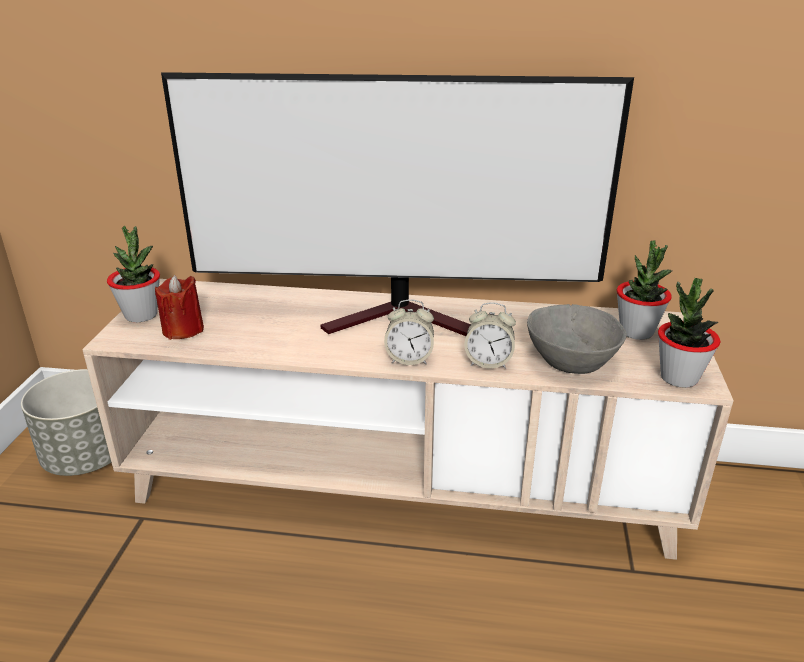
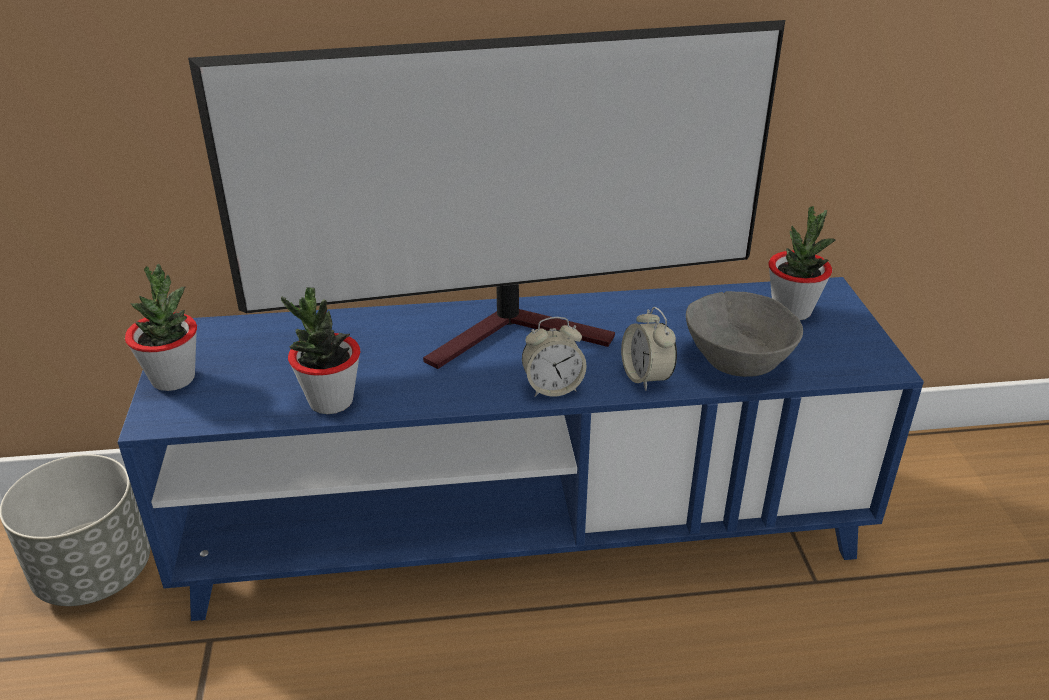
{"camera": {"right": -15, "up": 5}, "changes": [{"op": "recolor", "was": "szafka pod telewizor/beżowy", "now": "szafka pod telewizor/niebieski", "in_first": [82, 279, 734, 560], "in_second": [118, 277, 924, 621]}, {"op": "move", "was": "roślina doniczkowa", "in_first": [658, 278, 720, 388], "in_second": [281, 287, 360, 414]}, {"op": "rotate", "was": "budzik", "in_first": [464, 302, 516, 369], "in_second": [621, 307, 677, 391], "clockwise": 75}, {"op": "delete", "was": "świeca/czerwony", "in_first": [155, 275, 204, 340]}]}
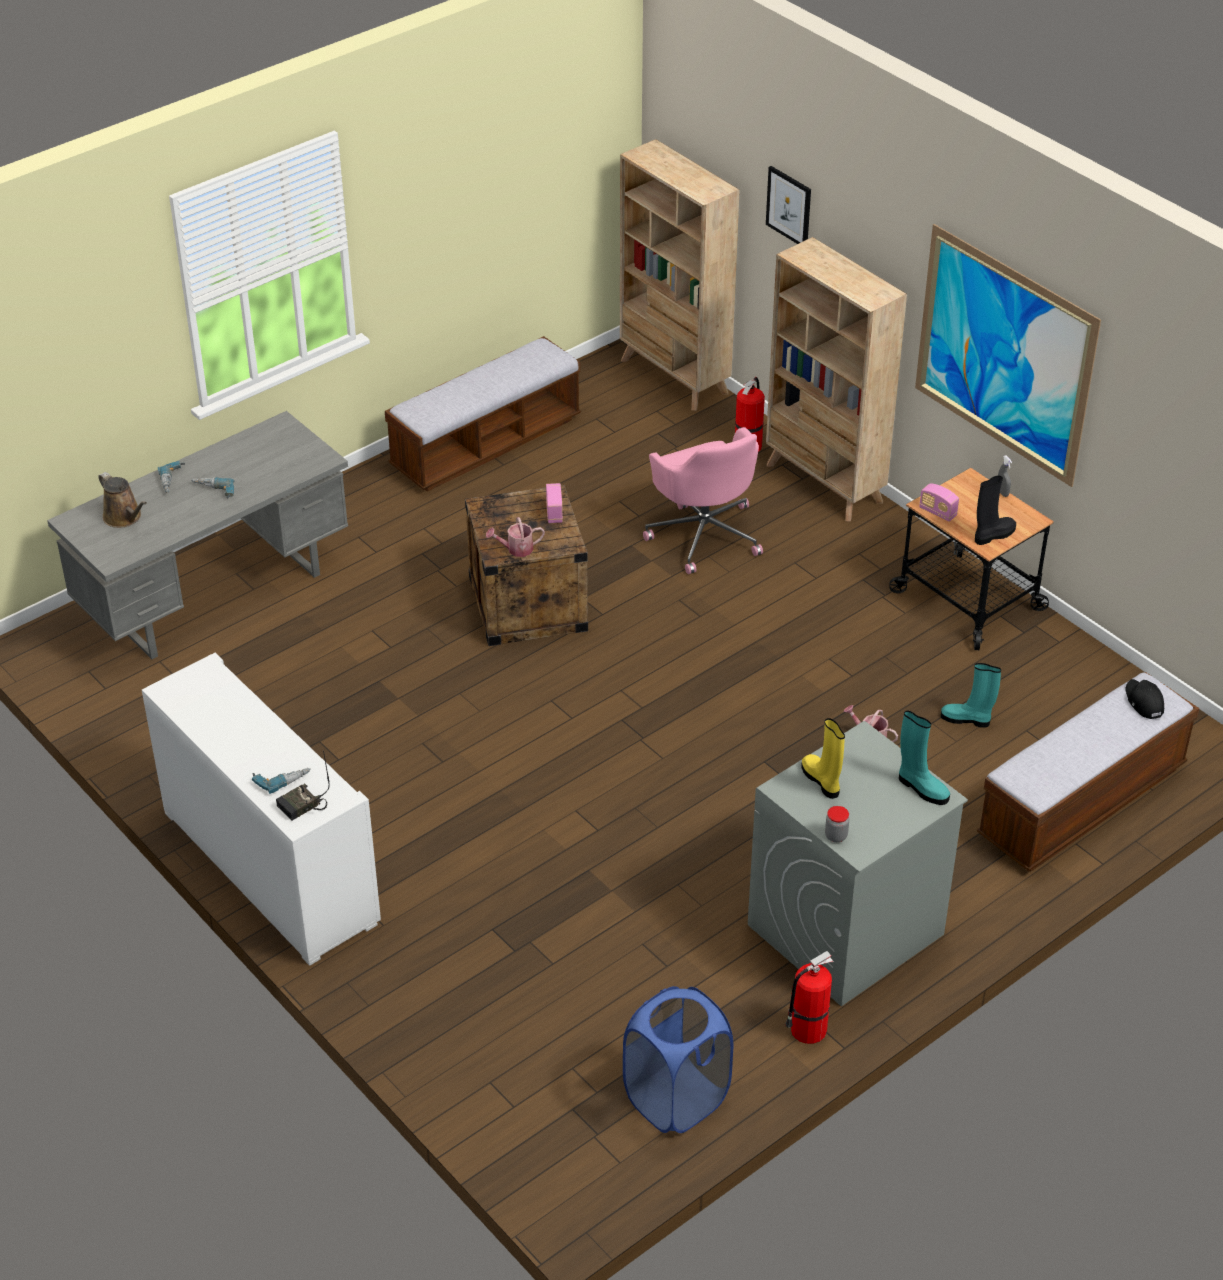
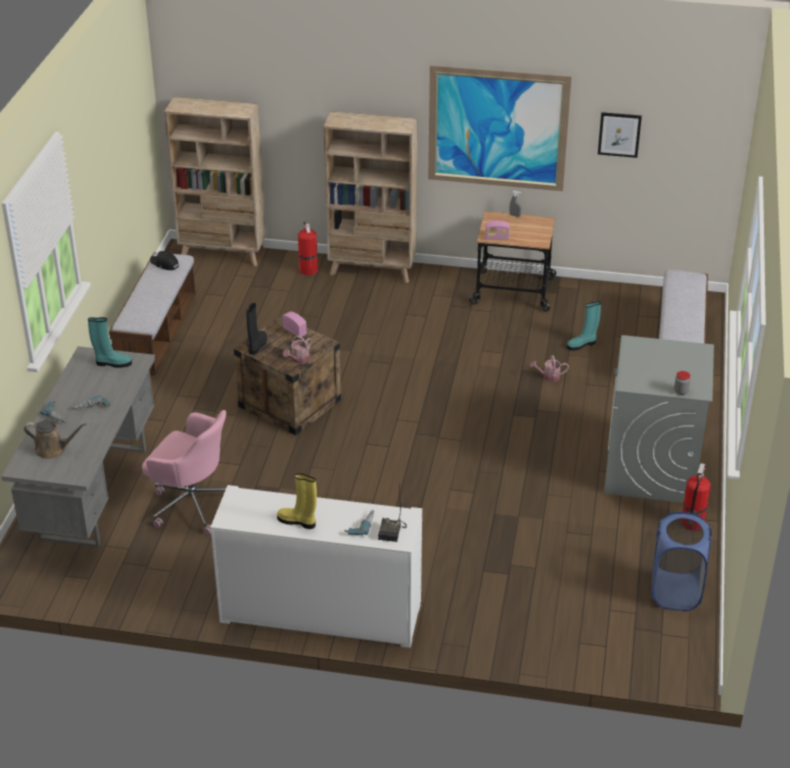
{"camera": {"right": -40, "up": -5}, "changes": [{"op": "move", "was": "but z cholewką/turkusowy", "in_first": [899, 710, 950, 805], "in_second": [88, 317, 132, 368]}, {"op": "move", "was": "krzesło biurowe/różowy", "in_first": [643, 427, 763, 574], "in_second": [142, 410, 226, 535]}, {"op": "move", "was": "czapka z daszkiem/czarny", "in_first": [1125, 679, 1164, 719], "in_second": [150, 251, 179, 270]}, {"op": "move", "was": "but z cholewką/czarny", "in_first": [975, 476, 1016, 545], "in_second": [246, 303, 267, 355]}, {"op": "move", "was": "but z cholewką/żółty", "in_first": [801, 718, 845, 799], "in_second": [277, 473, 317, 529]}, {"op": "move", "was": "obraz", "in_first": [766, 166, 811, 244], "in_second": [598, 112, 642, 158]}]}
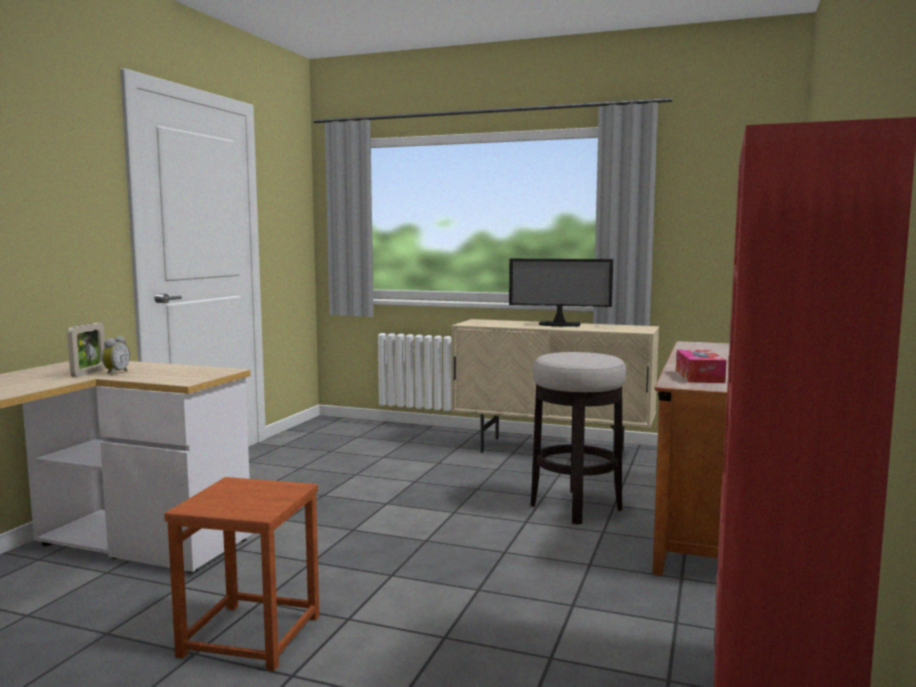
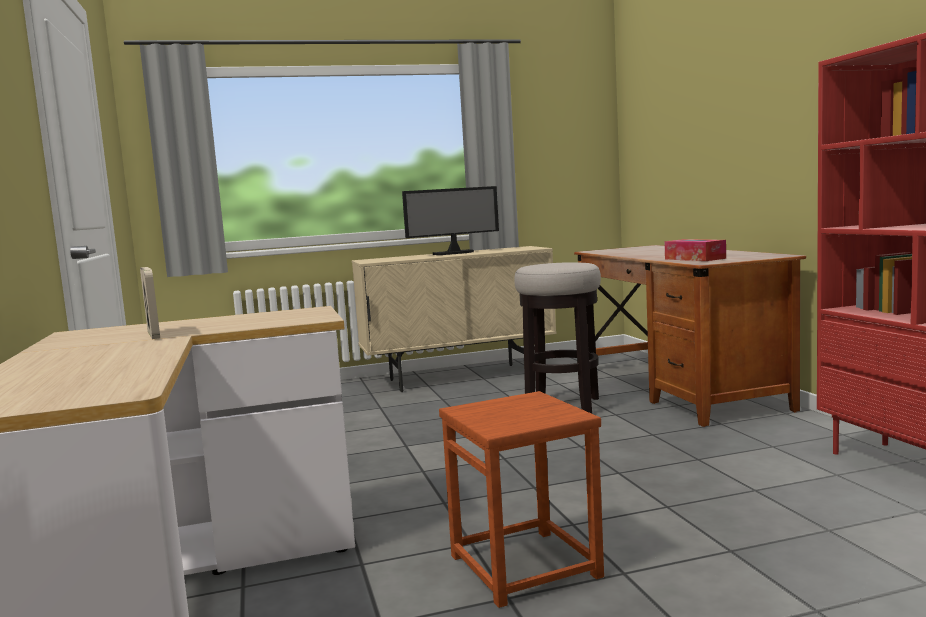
{"camera": {"right": -35, "up": 0}, "changes": [{"op": "delete", "was": "budzik", "in_first": [102, 336, 130, 376]}]}
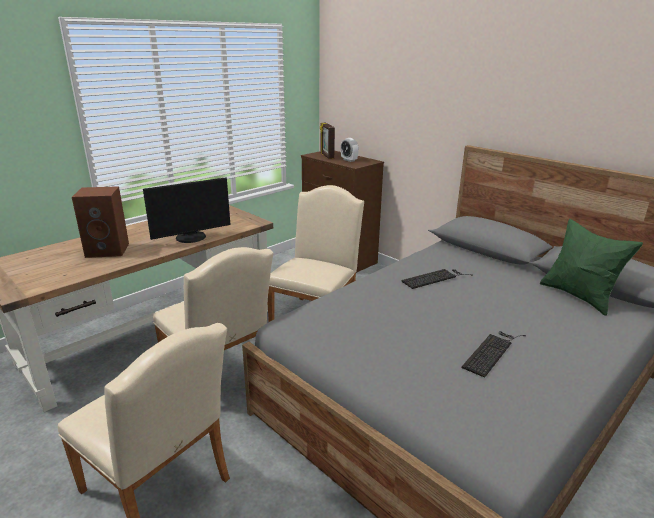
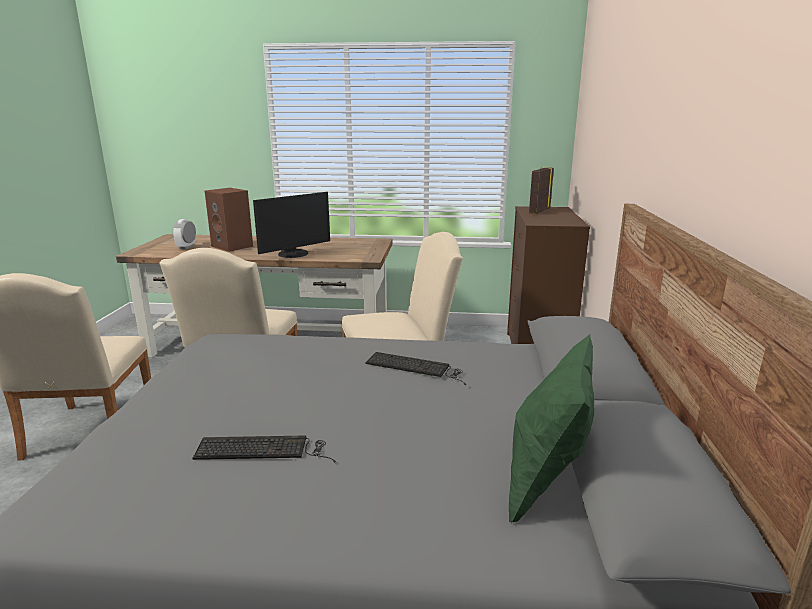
{"camera": {"right": 50, "up": -5}, "changes": [{"op": "move", "was": "budzik", "in_first": [341, 138, 359, 162], "in_second": [173, 219, 196, 249]}, {"op": "rotate", "was": "monitor", "in_first": [143, 177, 230, 243], "in_second": [253, 192, 330, 258], "clockwise": -60}]}
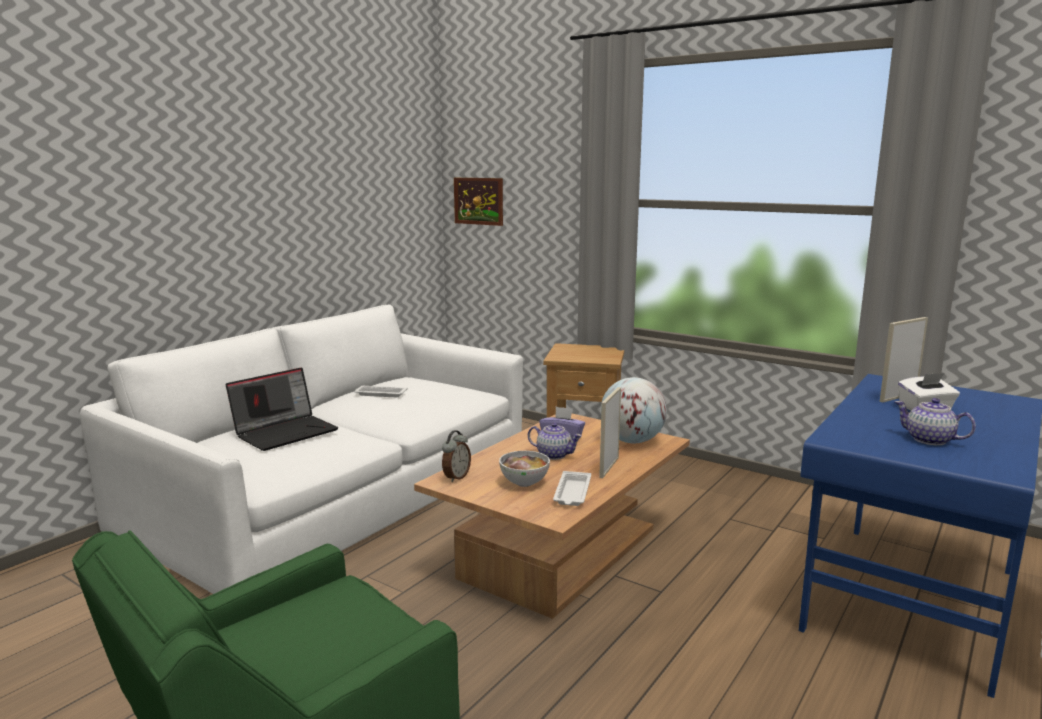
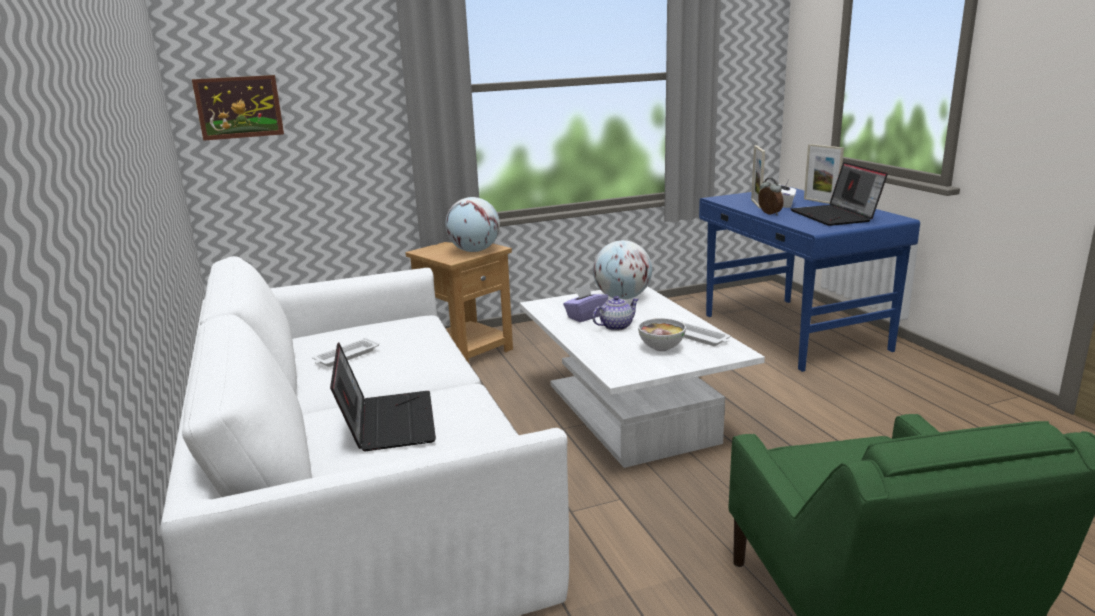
{"camera": {"right": -55, "up": 5}, "changes": [{"op": "insert", "now": "globus", "in_second": [445, 197, 500, 252]}, {"op": "recolor", "was": "ława/brązowy", "now": "ława/biały", "in_first": [414, 414, 690, 619], "in_second": [520, 286, 765, 468]}, {"op": "move", "was": "budzik", "in_first": [442, 430, 471, 482], "in_second": [758, 178, 784, 215]}, {"op": "replace", "was": "imbryk", "now": "laptop", "in_first": [895, 398, 976, 445], "in_second": [791, 162, 888, 226]}, {"op": "move", "was": "ramka na zdjęcie", "in_first": [599, 387, 621, 478], "in_second": [804, 144, 844, 204]}]}
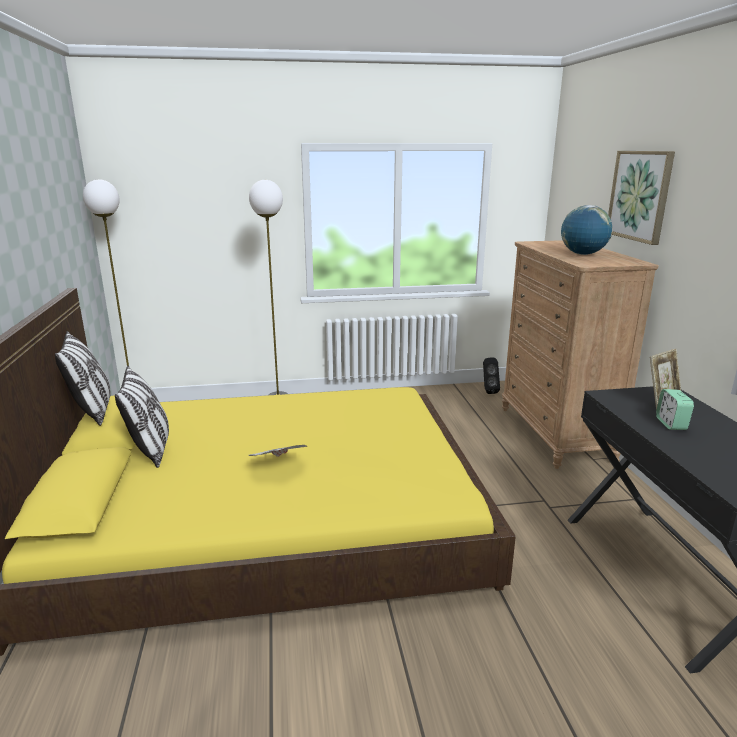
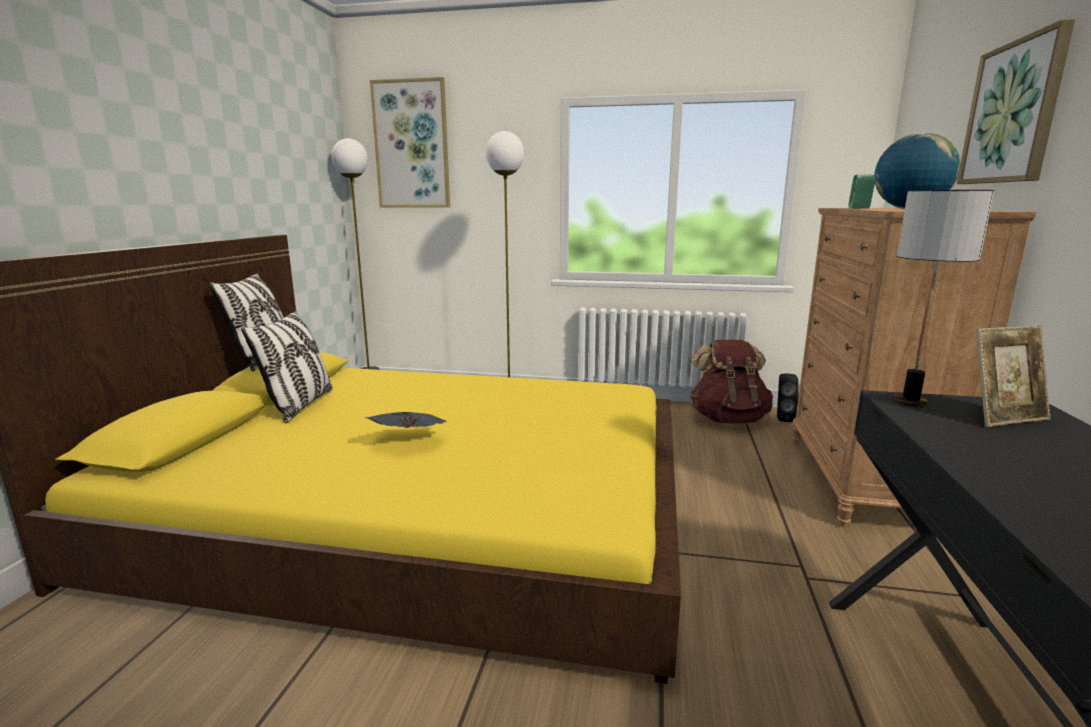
{"camera": {"right": 20, "up": -5}, "changes": [{"op": "insert", "now": "obraz", "in_second": [370, 77, 450, 208]}, {"op": "insert", "now": "plecak/brązowy", "in_second": [690, 340, 773, 424]}, {"op": "move", "was": "budzik", "in_first": [656, 389, 694, 430], "in_second": [848, 174, 875, 209]}, {"op": "insert", "now": "lampa stołowa", "in_second": [893, 190, 994, 407]}]}
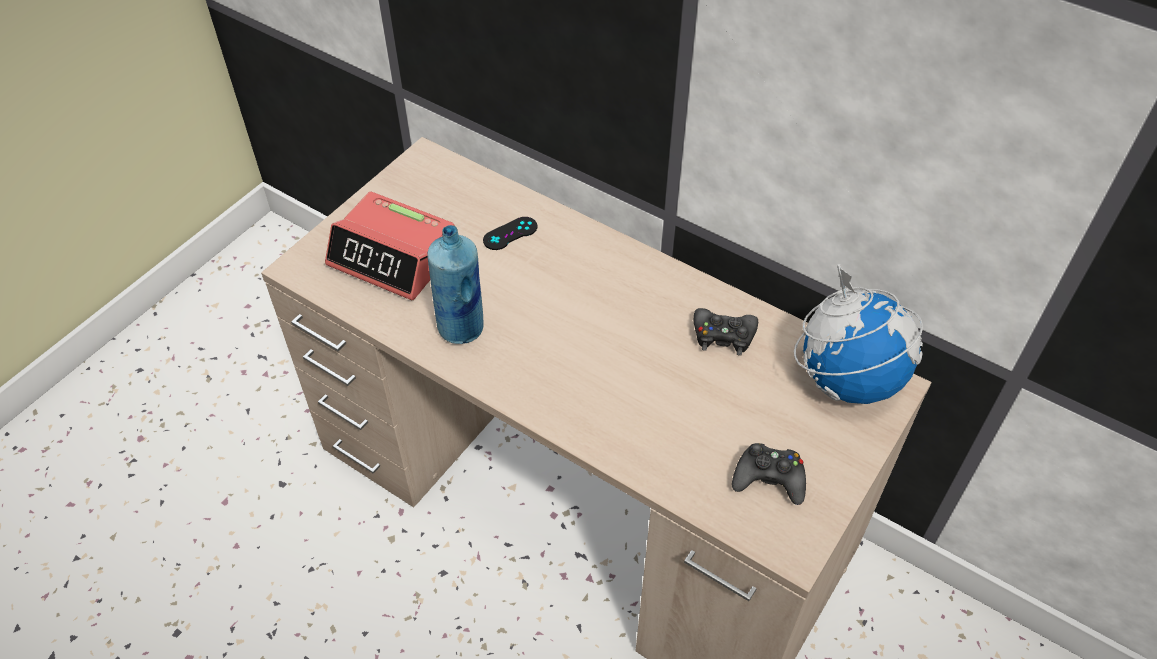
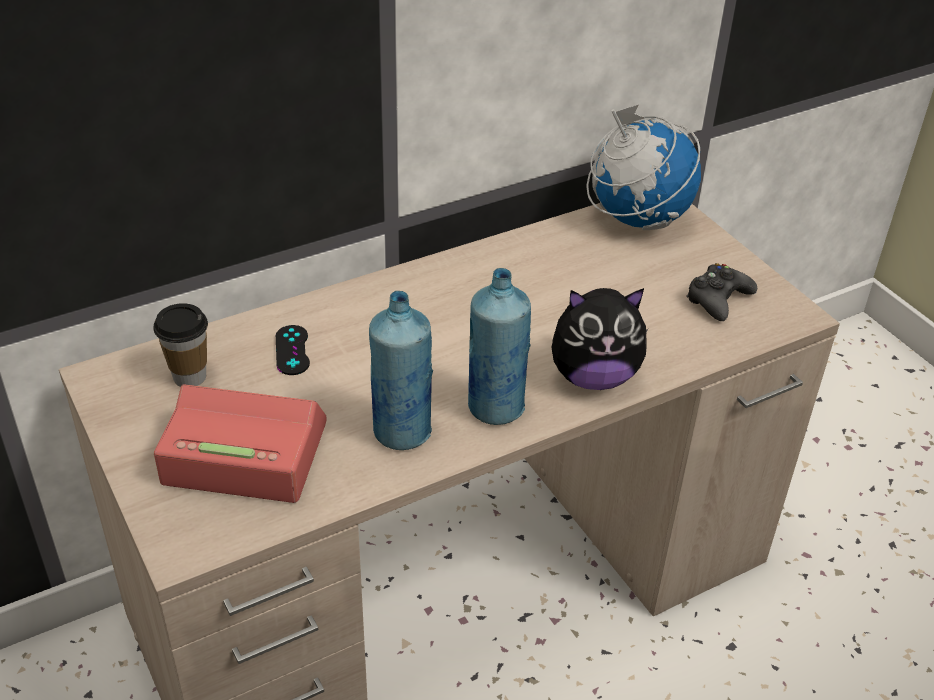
{"camera": {"right": -65, "up": -10}, "changes": [{"op": "insert", "now": "filiżanka", "in_second": [154, 303, 208, 387]}, {"op": "rotate", "was": "budzik", "in_first": [325, 192, 455, 300], "in_second": [154, 384, 327, 503], "clockwise": -135}, {"op": "insert", "now": "butelka/niebieski", "in_second": [468, 268, 531, 425]}, {"op": "insert", "now": "pluszak", "in_second": [551, 288, 648, 390]}, {"op": "delete", "was": "pad do gier/czarny", "in_first": [694, 308, 758, 356]}]}
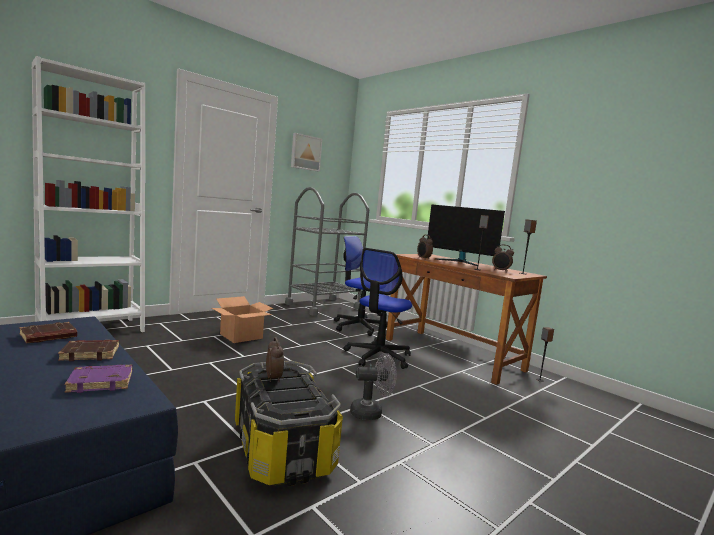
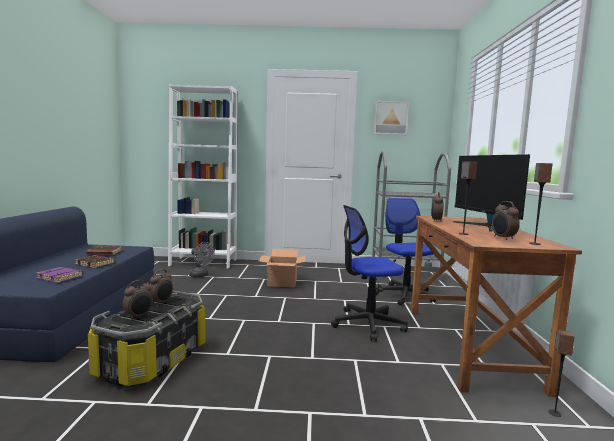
{"camera": {"right": 45, "up": 0}, "changes": [{"op": "insert", "now": "budzik", "in_second": [122, 280, 153, 320]}, {"op": "move", "was": "wentylator/szary", "in_first": [350, 353, 397, 420], "in_second": [189, 242, 215, 278]}]}
